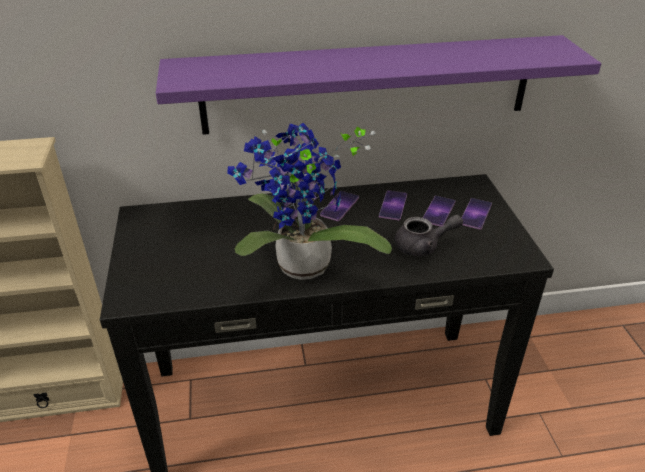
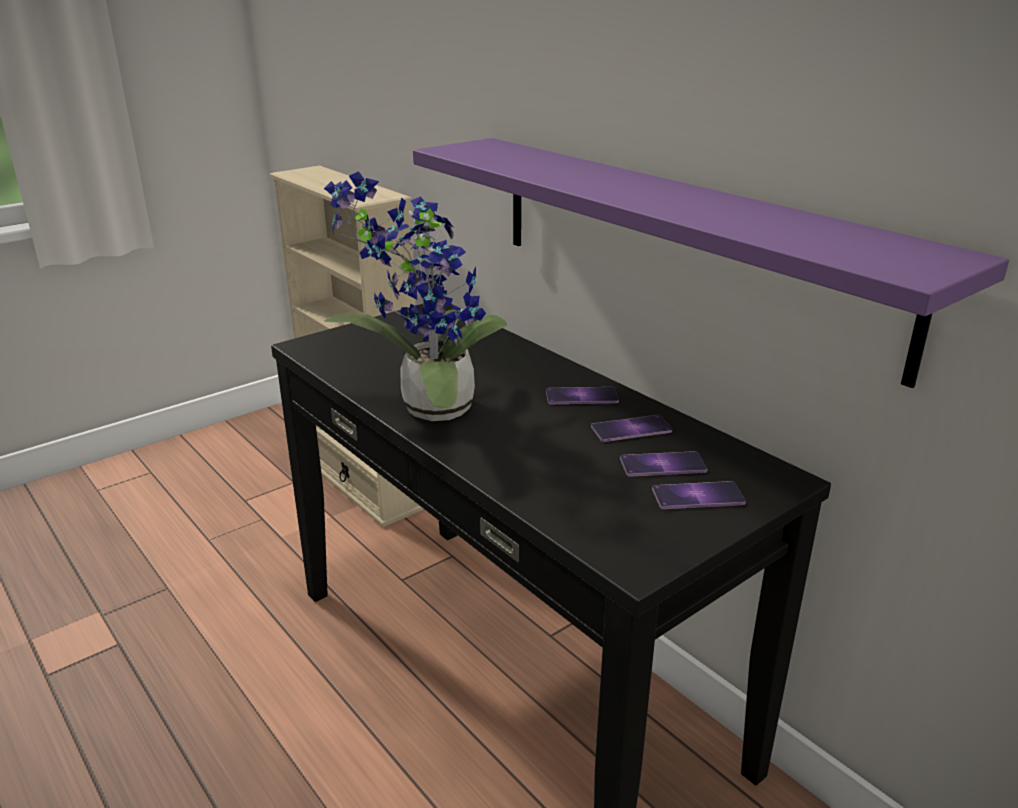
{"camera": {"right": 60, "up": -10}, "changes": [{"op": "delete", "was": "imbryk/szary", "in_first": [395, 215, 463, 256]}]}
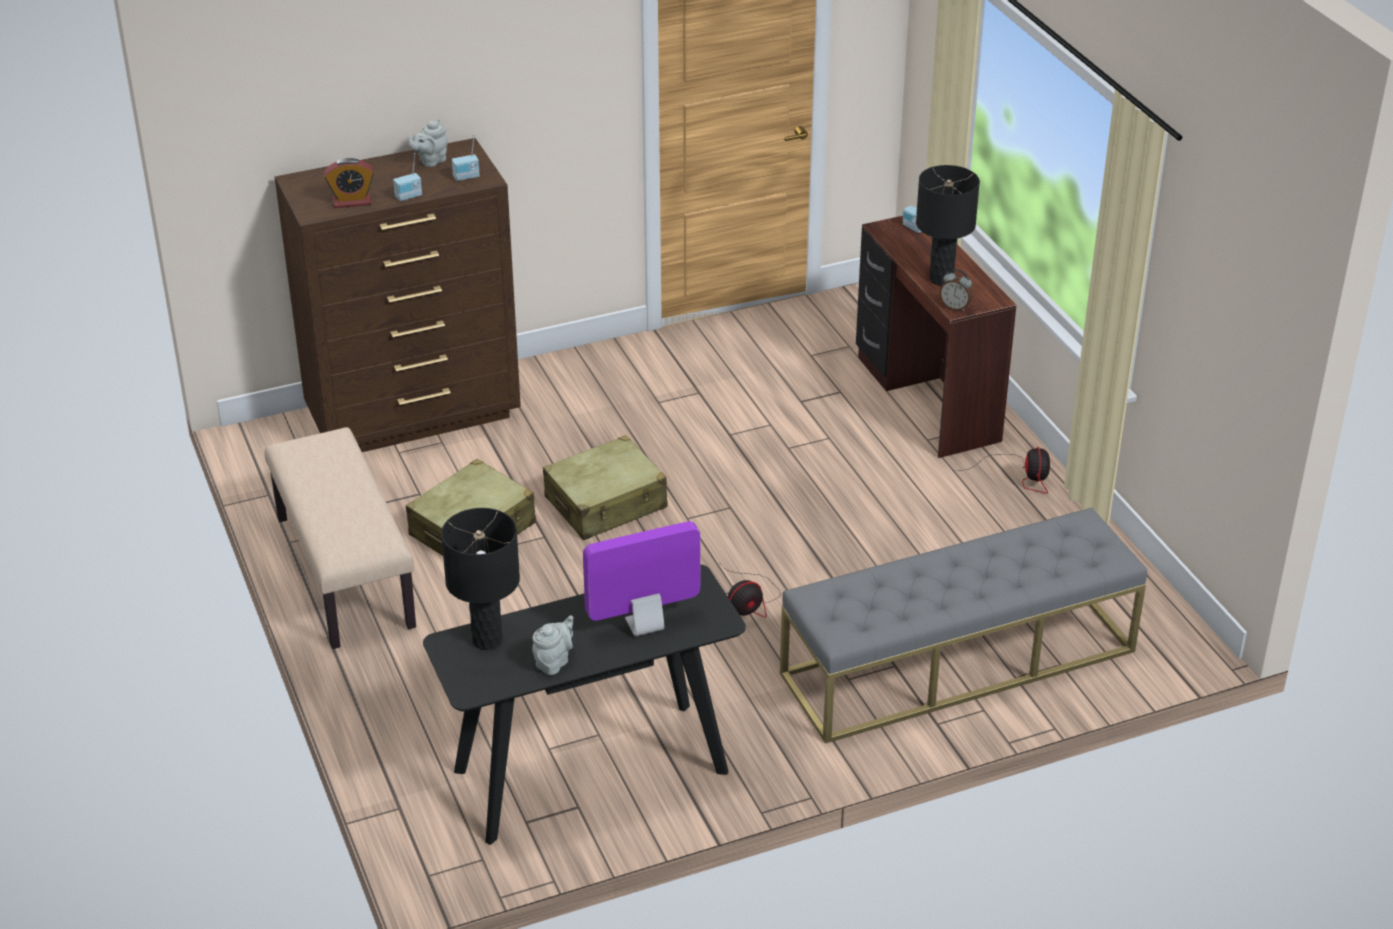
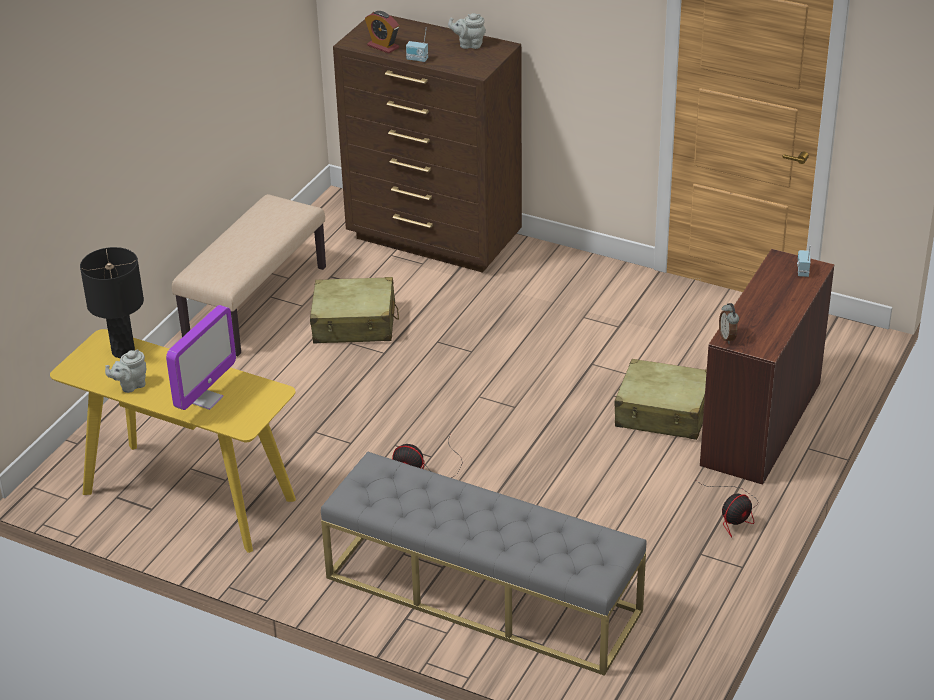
{"camera": {"right": 50, "up": 0}, "changes": [{"op": "recolor", "was": "stolik konsolowy/czarny", "now": "stolik konsolowy/żółty", "in_first": [423, 564, 746, 845], "in_second": [50, 329, 296, 553]}, {"op": "rotate", "was": "imbryk/szary", "in_first": [532, 615, 573, 675], "in_second": [105, 349, 146, 393], "clockwise": 150}, {"op": "rotate", "was": "monitor", "in_first": [583, 521, 701, 636], "in_second": [166, 305, 236, 410], "clockwise": 90}, {"op": "move", "was": "walizka/beżowy", "in_first": [543, 435, 668, 540], "in_second": [614, 359, 707, 440]}, {"op": "delete", "was": "radio", "in_first": [452, 135, 480, 181]}, {"op": "delete", "was": "lampa stołowa/czarny", "in_first": [916, 165, 980, 285]}]}
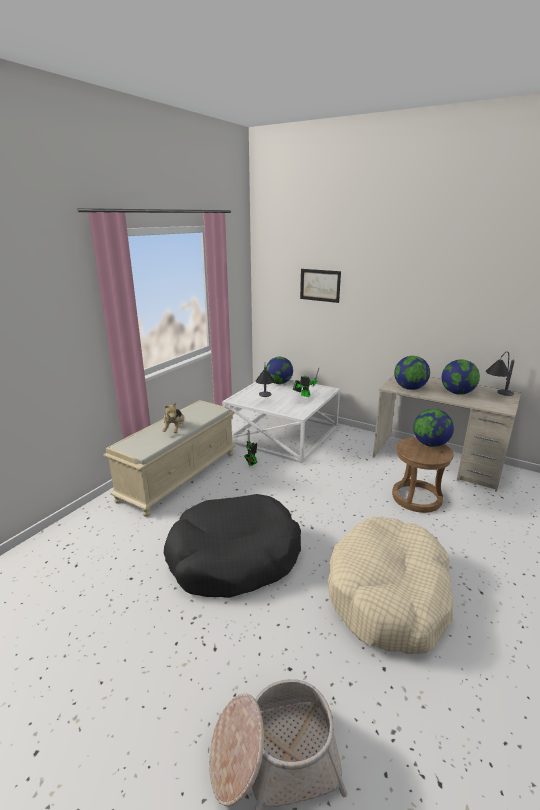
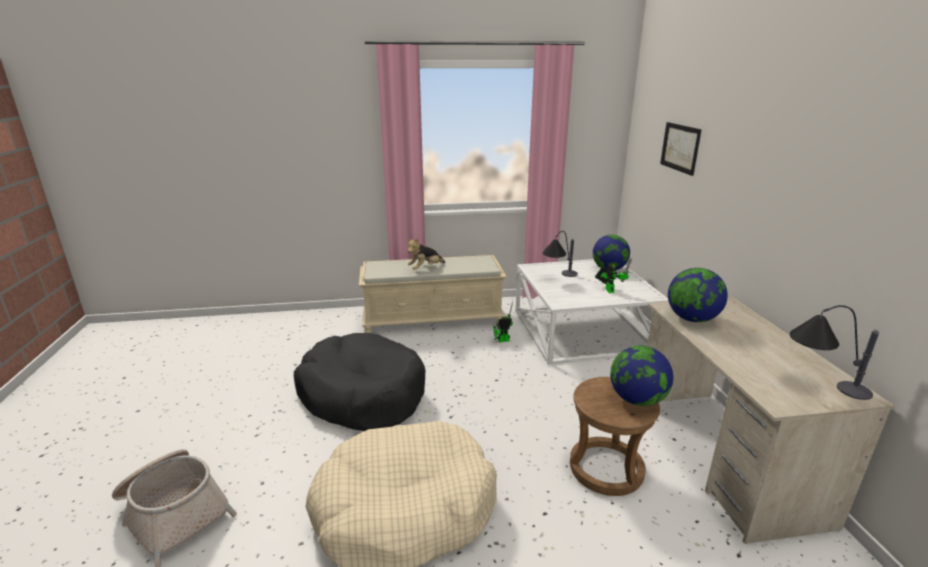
{"camera": {"right": 50, "up": 0}, "changes": [{"op": "delete", "was": "globus", "in_first": [442, 359, 480, 395]}]}
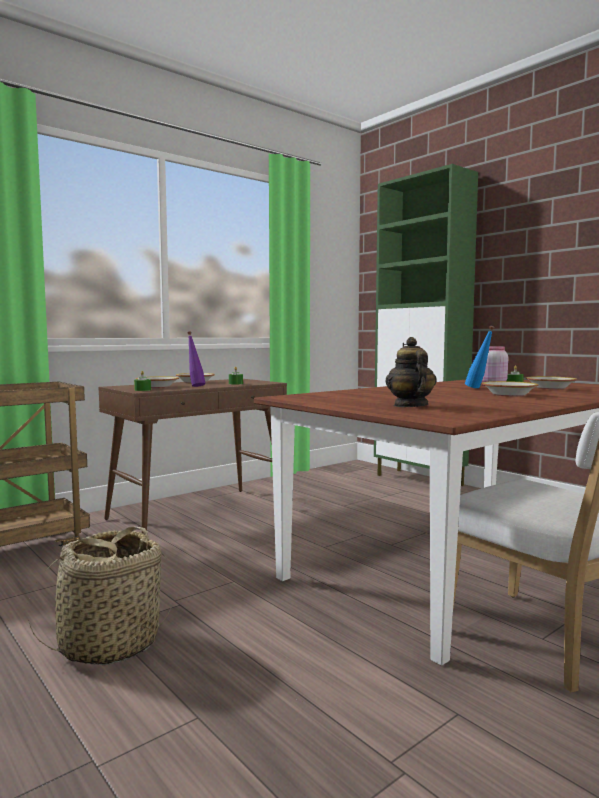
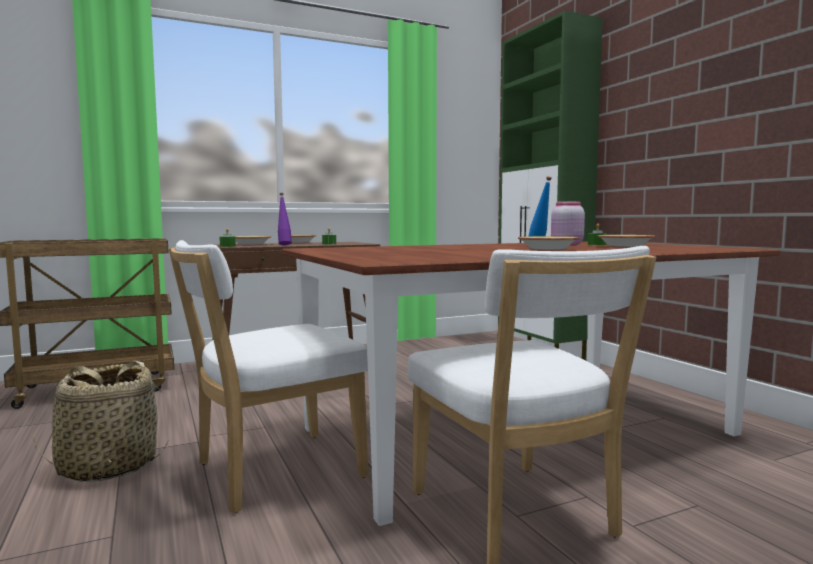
{"camera": {"right": 15, "up": 0}, "changes": [{"op": "insert", "now": "krzesło/biały", "in_second": [169, 240, 368, 513]}, {"op": "delete", "was": "imbryk", "in_first": [386, 337, 436, 407]}]}
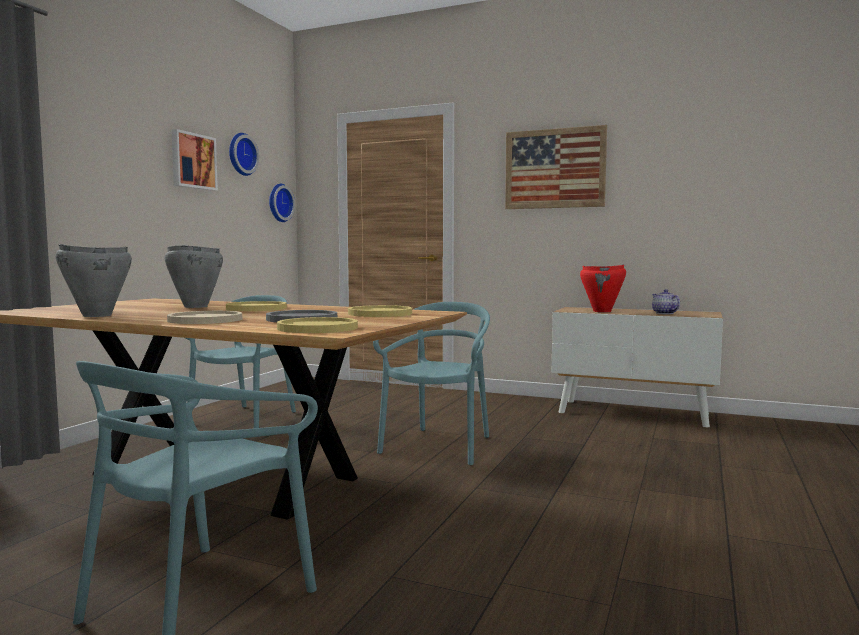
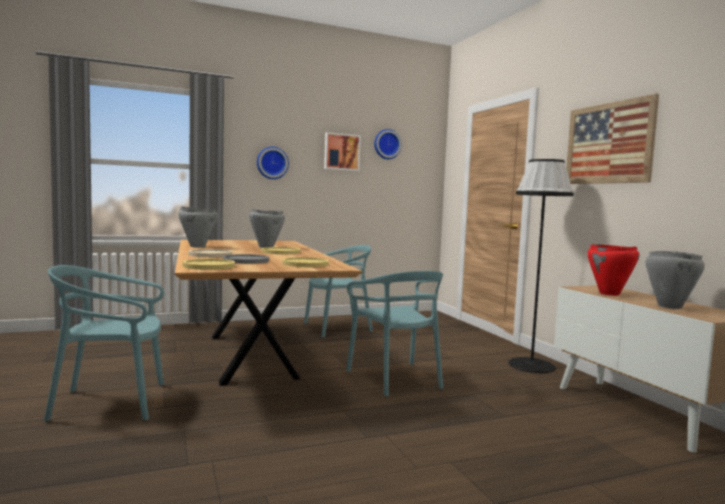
{"camera": {"right": 45, "up": 0}, "changes": [{"op": "move", "was": "zegar ścienny", "in_first": [269, 184, 295, 222], "in_second": [257, 147, 289, 179]}, {"op": "rotate", "was": "krzesło/turkusowy", "in_first": [373, 302, 490, 465], "in_second": [346, 271, 443, 397], "clockwise": 90}, {"op": "insert", "now": "lampa stojąca/czarny", "in_second": [508, 159, 574, 373]}, {"op": "replace", "was": "imbryk", "now": "garnek/szary", "in_first": [652, 289, 680, 314], "in_second": [646, 251, 705, 309]}]}
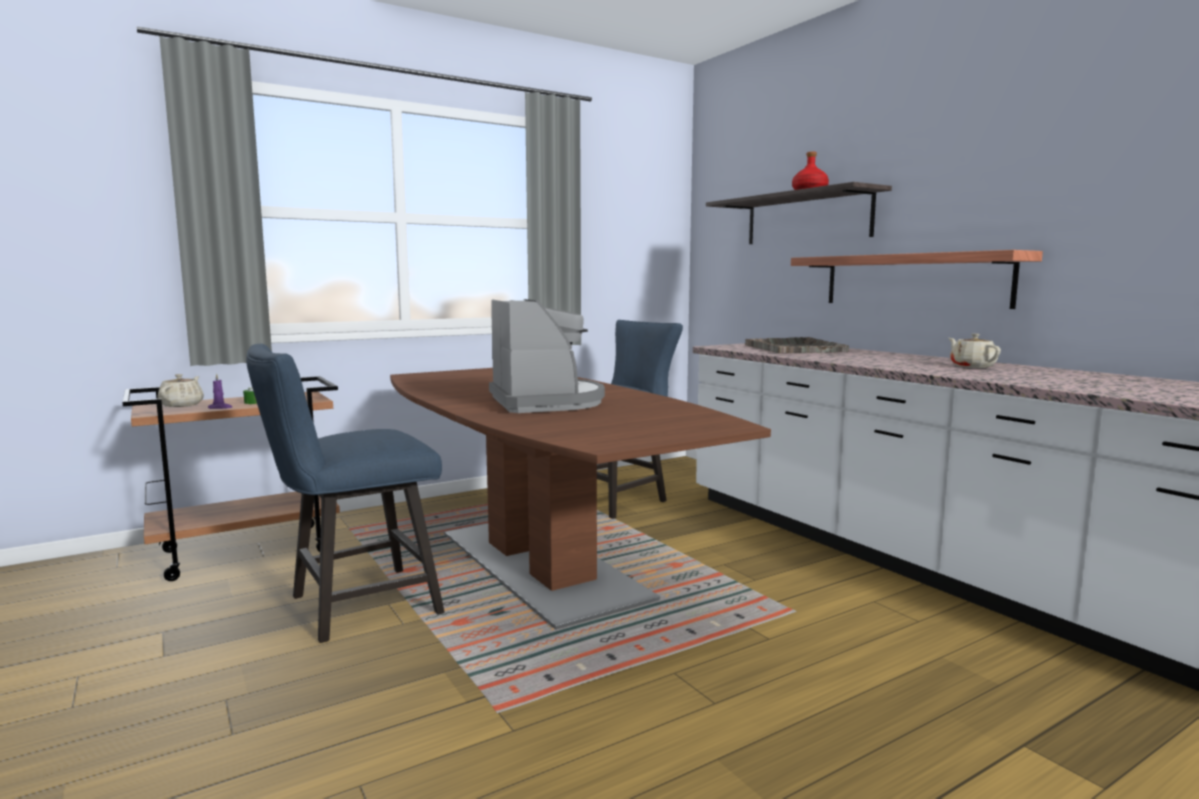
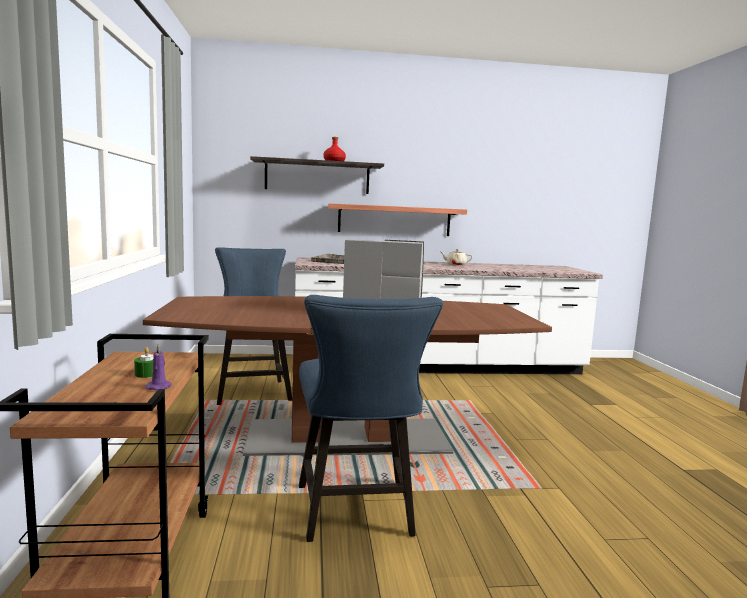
{"camera": {"right": -65, "up": 0}, "changes": [{"op": "delete", "was": "imbryk/beżowy", "in_first": [158, 374, 204, 407]}]}
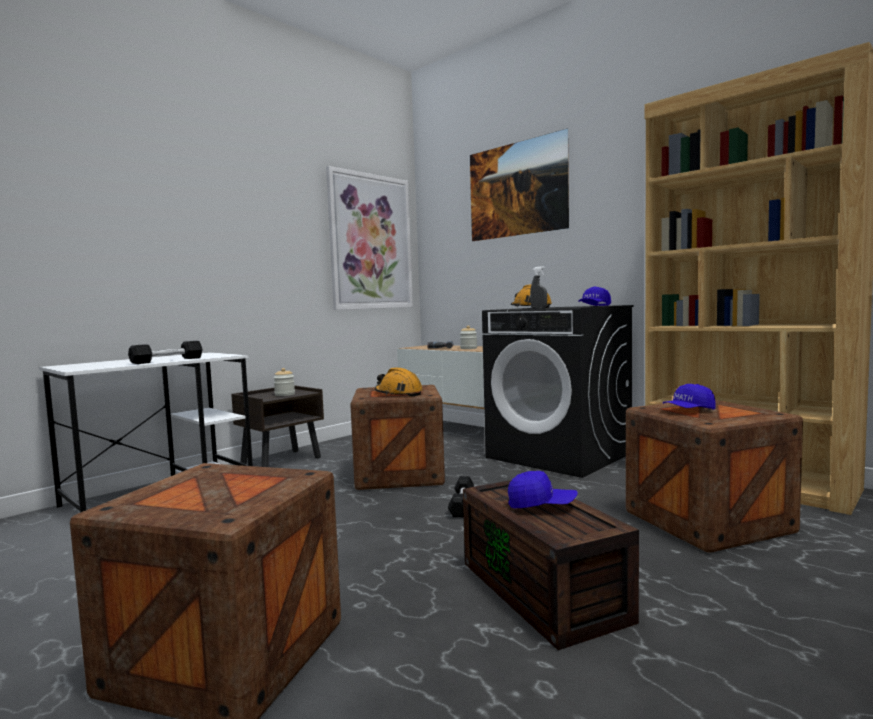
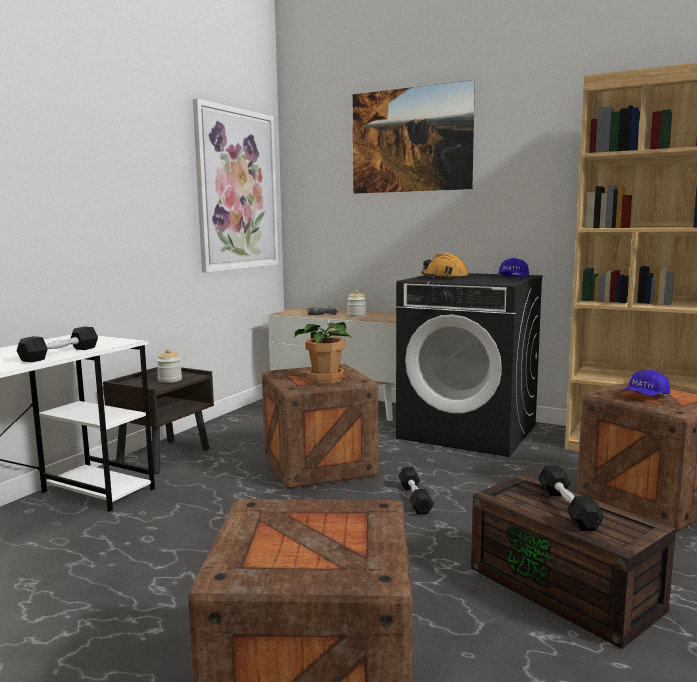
{"camera": {"right": -15, "up": 5}, "changes": [{"op": "replace", "was": "kask/pomarańczowy", "now": "roślina doniczkowa", "in_first": [375, 368, 423, 397], "in_second": [295, 322, 352, 384]}, {"op": "replace", "was": "czapka z daszkiem/niebieski", "now": "hantel/czarny", "in_first": [508, 471, 578, 508], "in_second": [538, 465, 604, 531]}, {"op": "delete", "was": "spryskiwacz/szary", "in_first": [530, 266, 547, 309]}]}
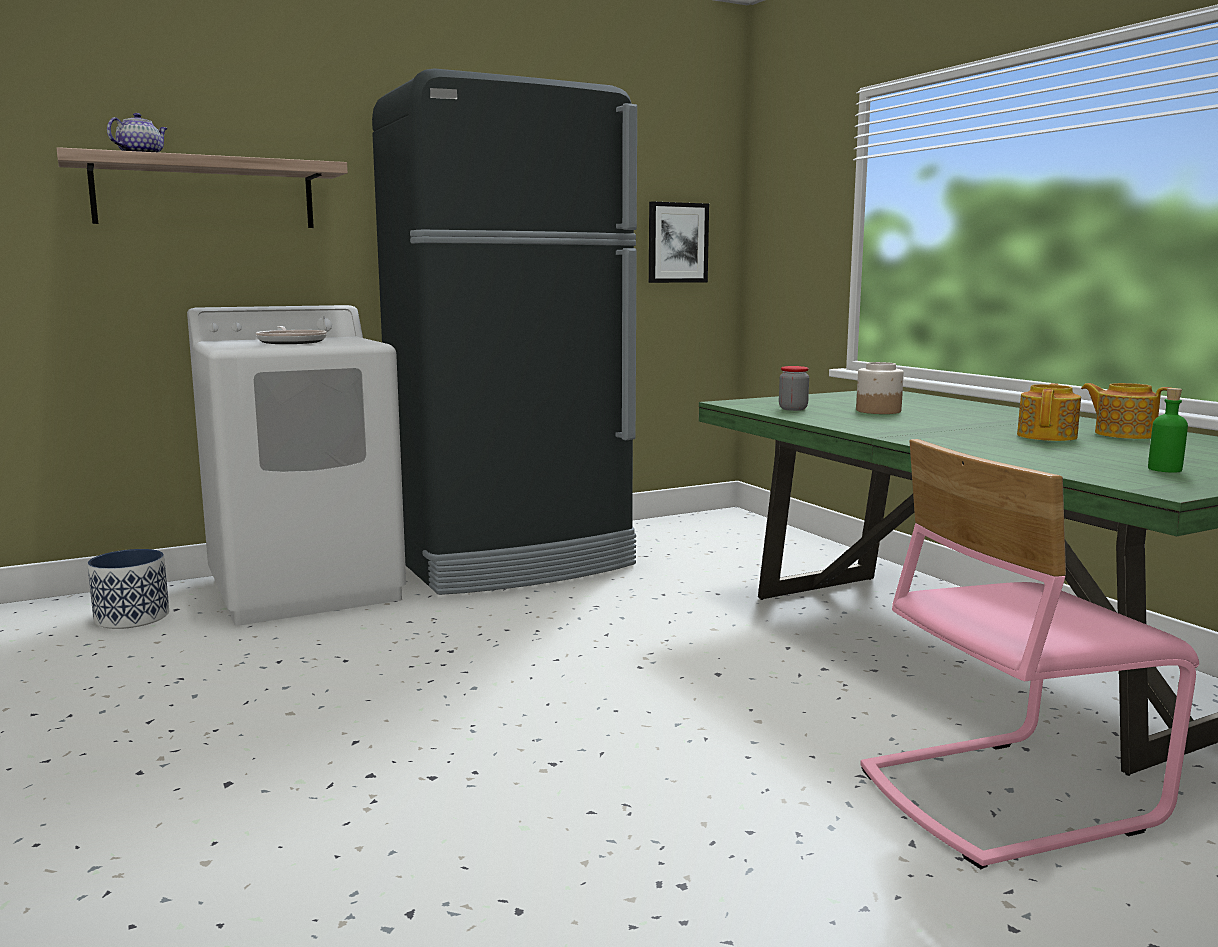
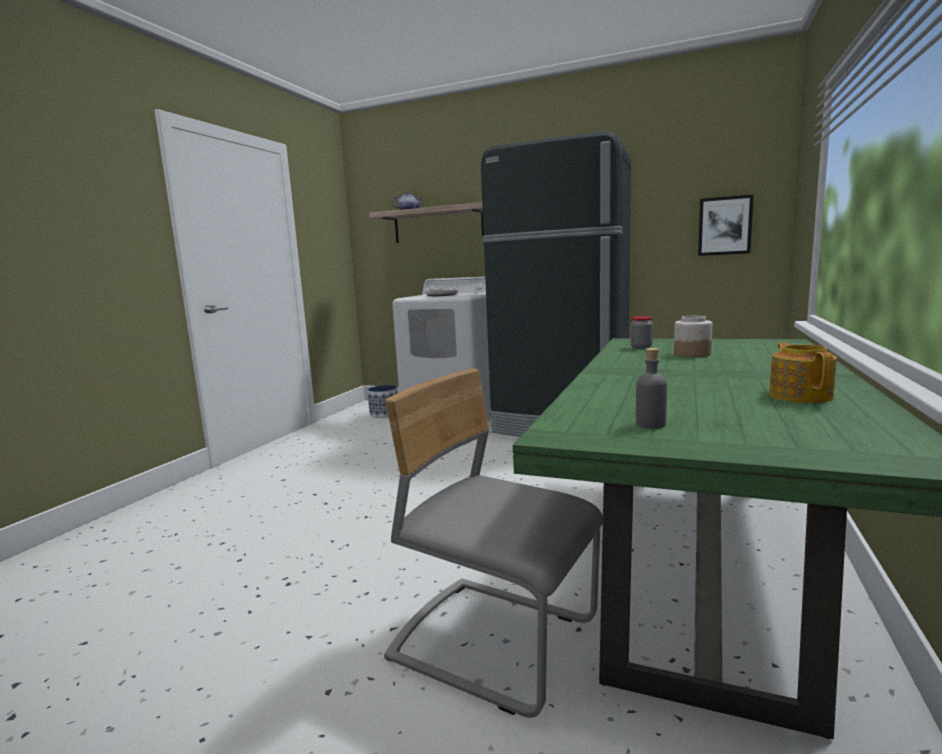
{"camera": {"right": 50, "up": 0}, "changes": [{"op": "recolor", "was": "krzesło/różowy", "now": "krzesło/szary", "in_first": [860, 439, 1199, 869], "in_second": [384, 369, 603, 718]}, {"op": "recolor", "was": "butelka/zielony", "now": "butelka/szary", "in_first": [1148, 388, 1188, 473], "in_second": [636, 348, 667, 429]}, {"op": "delete", "was": "imbryk", "in_first": [1017, 383, 1081, 441]}]}
